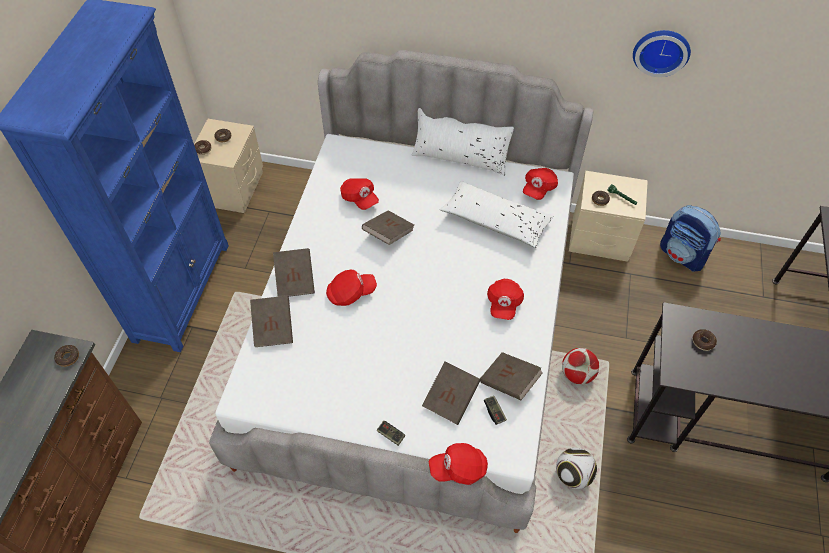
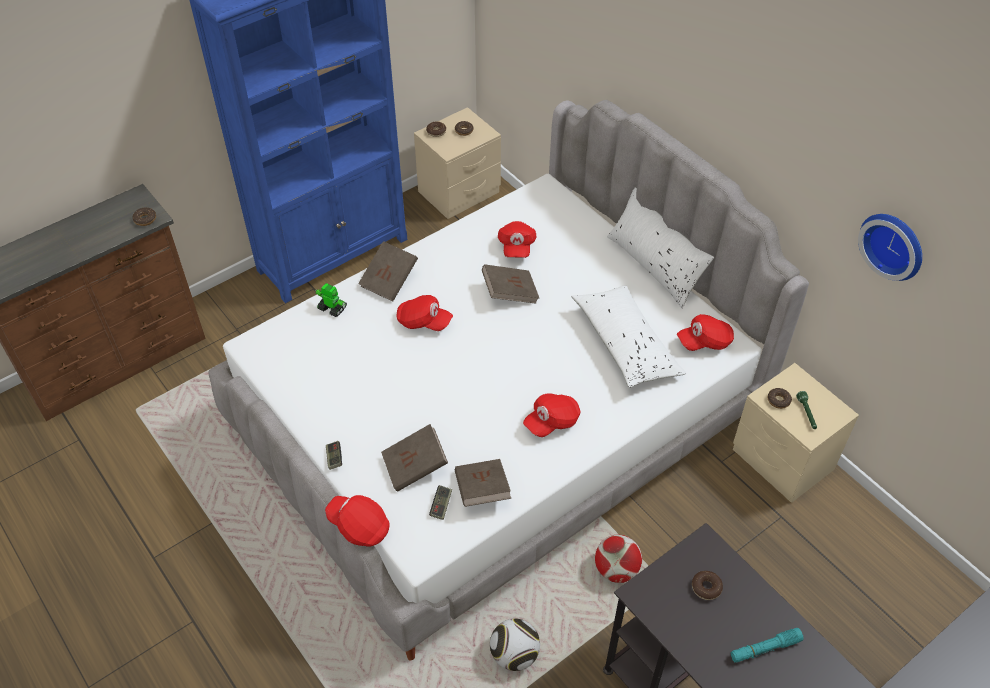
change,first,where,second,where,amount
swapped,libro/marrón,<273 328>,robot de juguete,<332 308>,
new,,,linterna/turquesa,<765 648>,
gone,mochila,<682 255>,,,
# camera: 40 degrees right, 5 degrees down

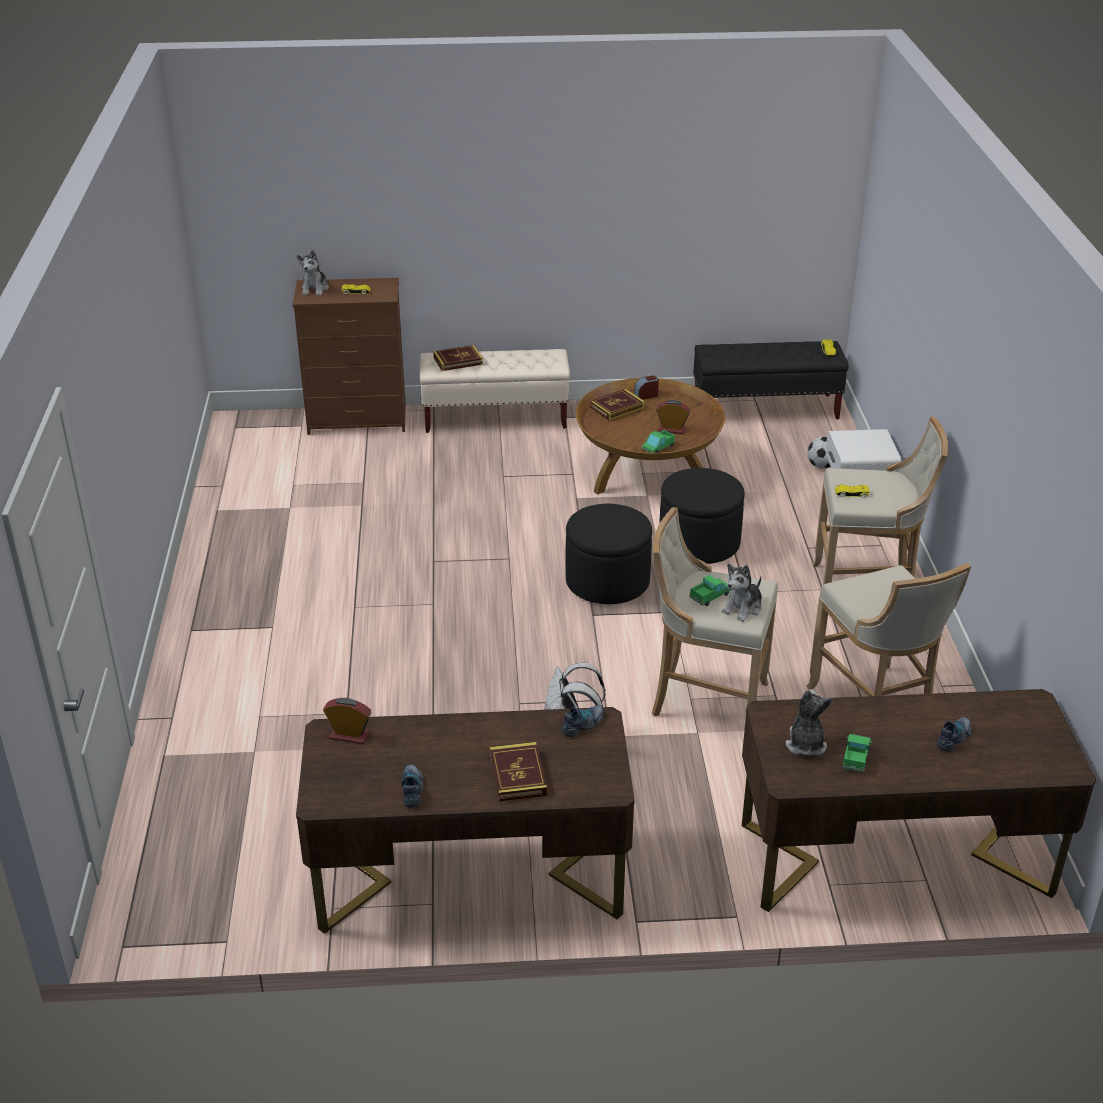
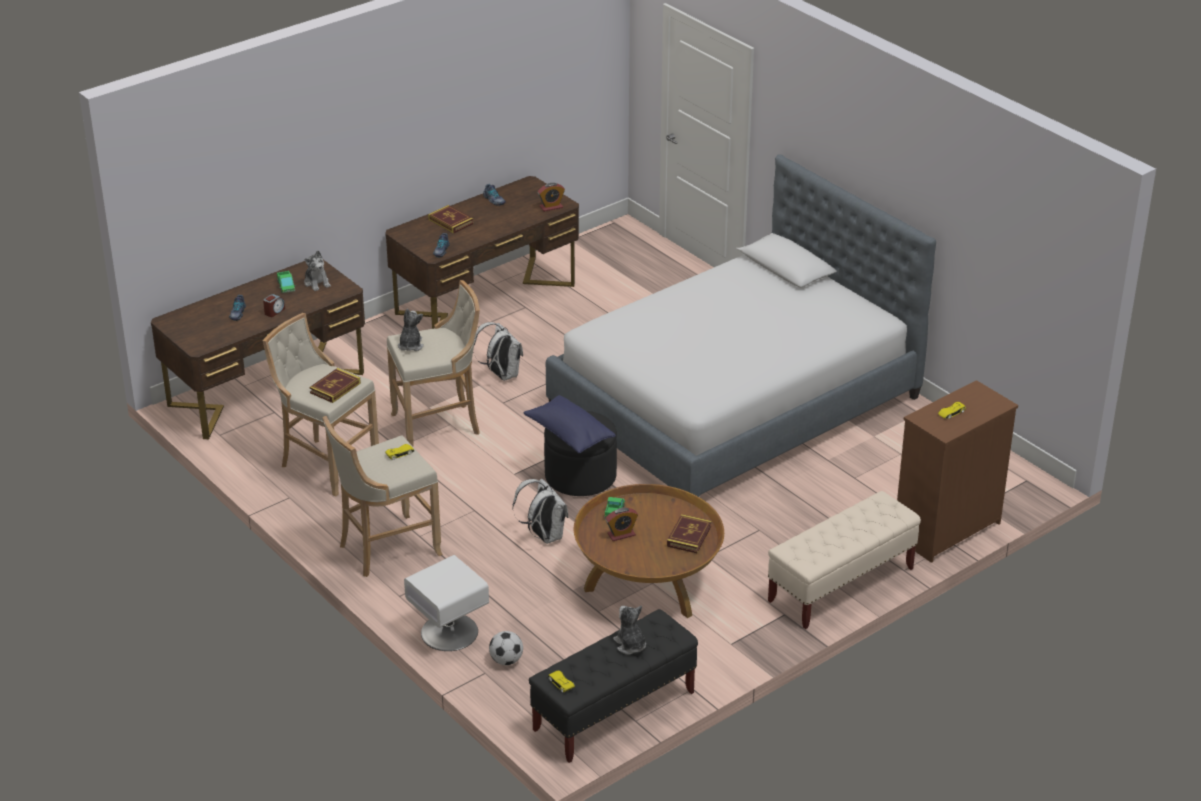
change,first,where,second,where,amount
shifted,despertador,<646 395>,,<274 311>,
shifted,libro,<458 361>,,<335 388>,
swapped,puf/negro,<699 543>,mochila/blanco,<544 536>,
new,,,cojín/azul,<569 434>,
new,,,cama,<735 403>,
shifted,peluche,<315 289>,,<630 645>,
gone,camión de juguete,<710 596>,,,
# camera: 145 degrees right, 0 degrees up

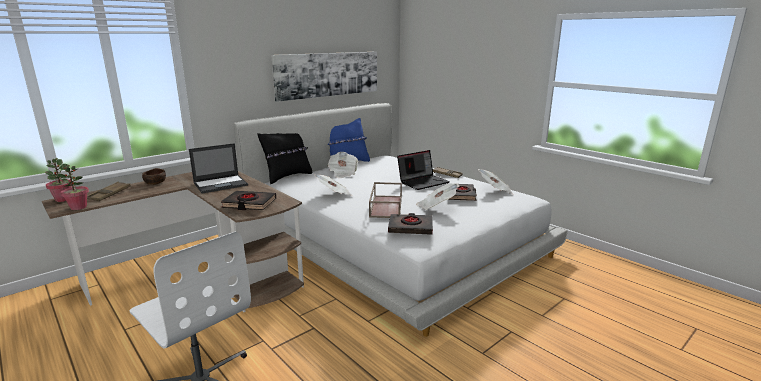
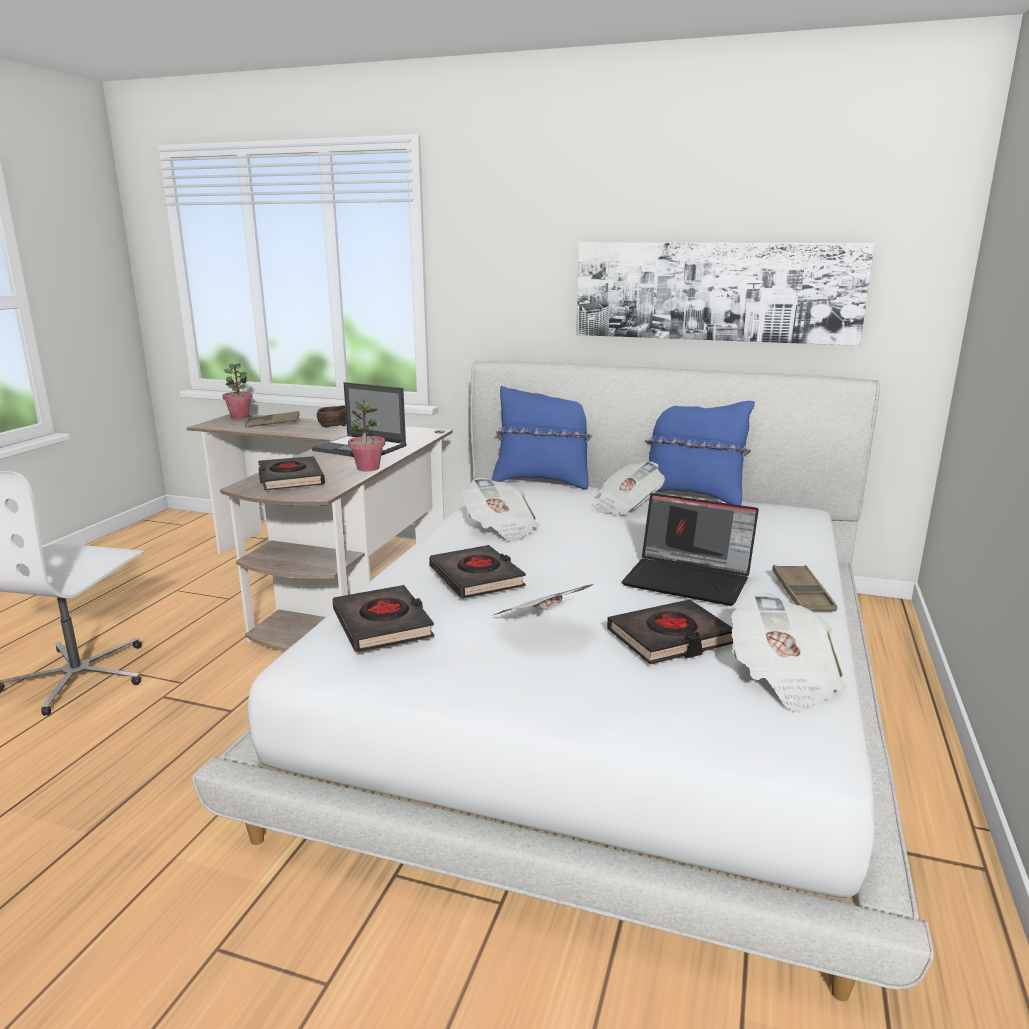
change,first,where,second,where,amount
shifted,planta en maceta,<78 207>,,<368 468>,
swapped,bandeja/marrón,<385 206>,libro/negro,<477 578>,
repainted,cojín/negro,<287 177>,cojín/azul,<542 481>,
# camera: 60 degrees right, 0 degrees up

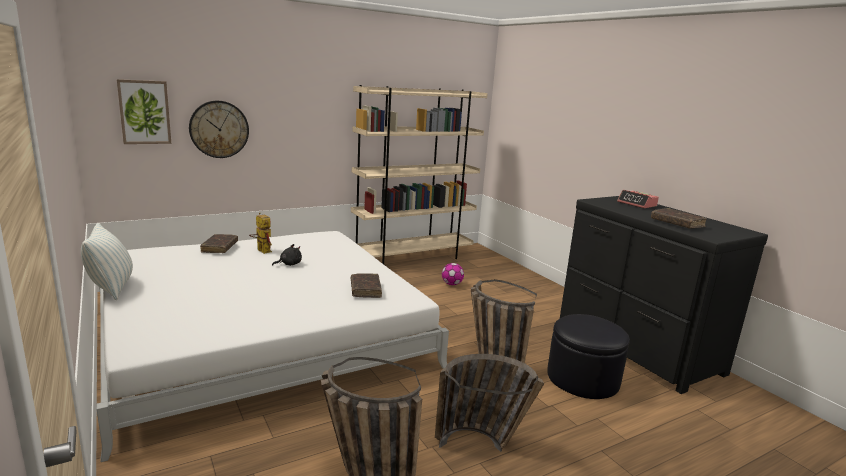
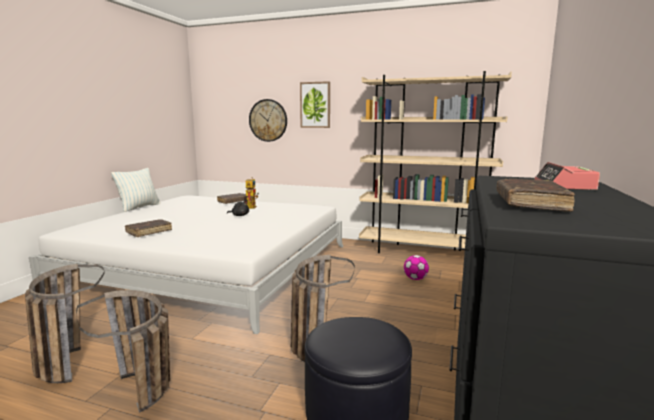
change,first,where,second,where,amount
shifted,libro/marrón,<365 290>,,<149 232>,
shifted,cuadro,<144 112>,,<315 105>,
# camera: 50 degrees right, 5 degrees down

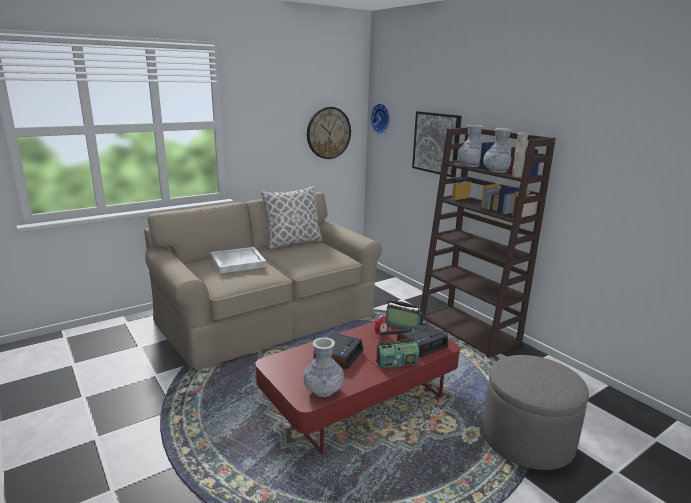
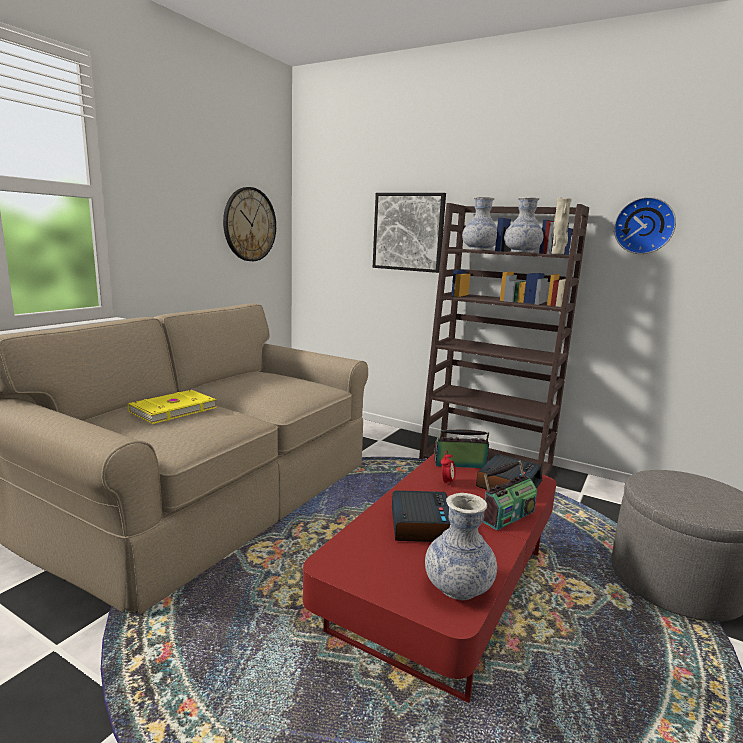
change,first,where,second,where,amount
swapped,bandeja/blanco,<237 262>,libro/amarillo,<172 409>,
shifted,reloj de pared,<382 119>,,<644 226>,
gone,cojín,<293 243>,,,
# camera: 25 degrees left, 5 degrees down

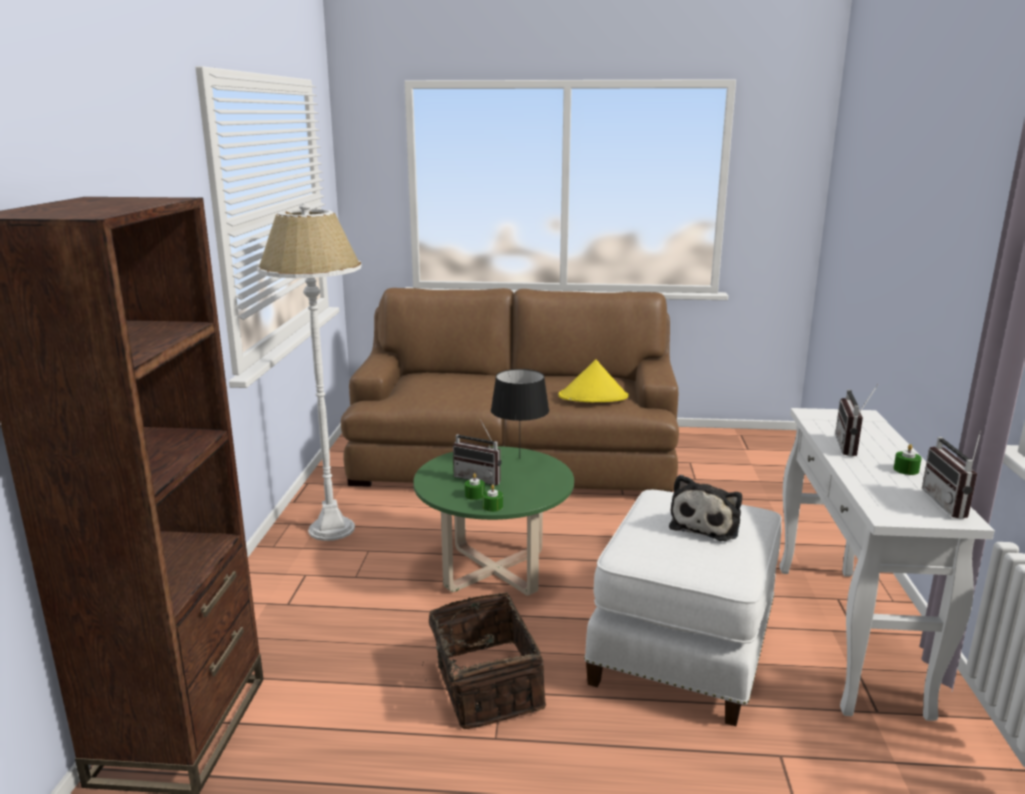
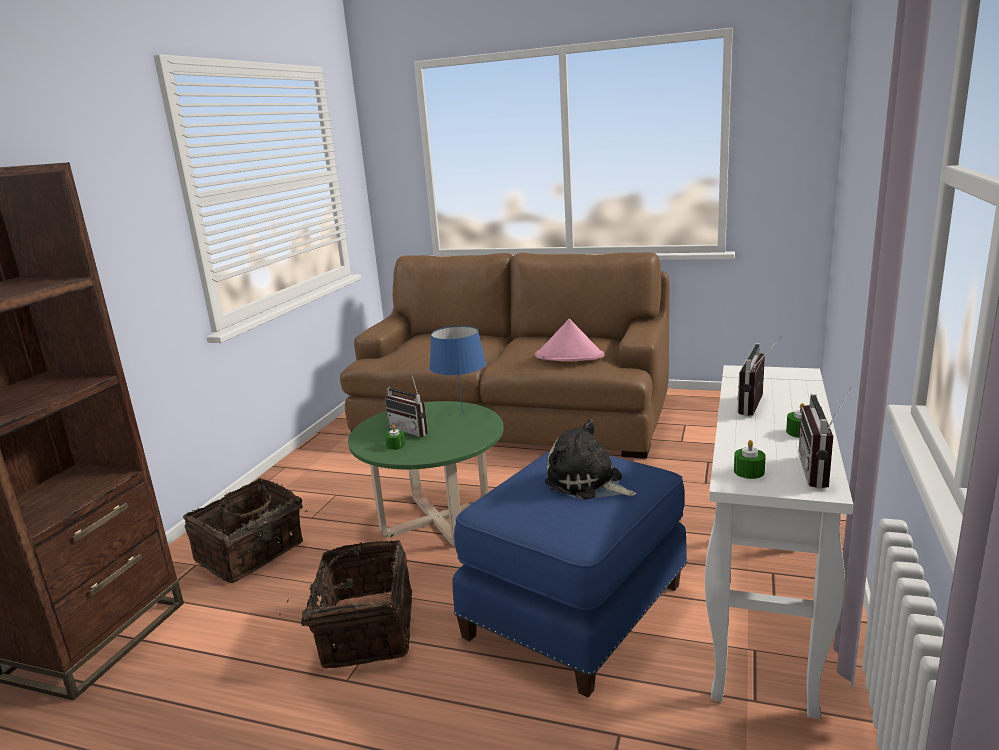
change,first,where,second,where,amount
new,,,cesta,<252 553>,
repainted,lámpara de mesa/negro,<520 458>,lámpara de mesa/azul,<463 413>,
repainted,puf/blanco,<684 650>,puf/azul,<577 612>,
repainted,sombrero/amarillo,<593 397>,sombrero/rosa,<569 356>,
rotated,peluche,<707 524>,,<587 483>,90 degrees clockwise
shifted,vela/verde,<492 506>,,<749 471>,
gone,lámpara de pie/blanco,<332 529>,,,
# camera: 15 degrees right, 0 degrees up

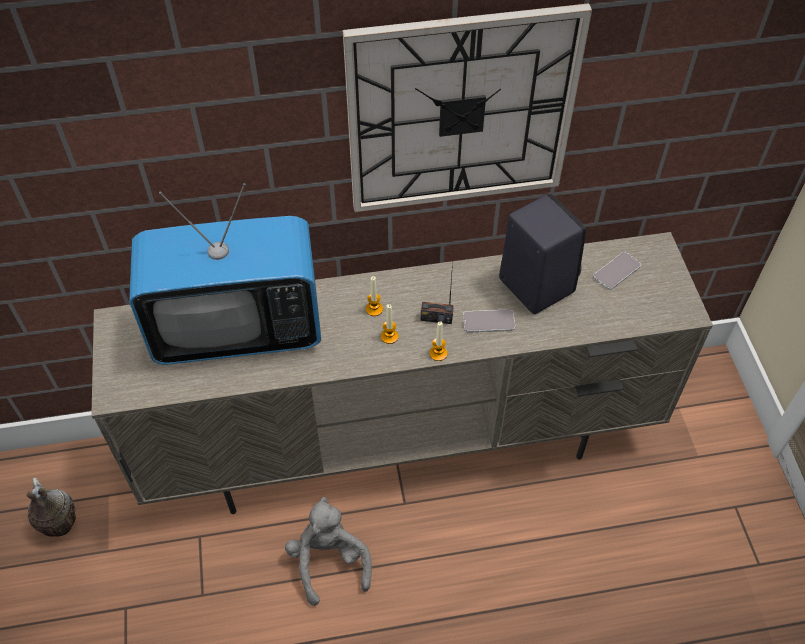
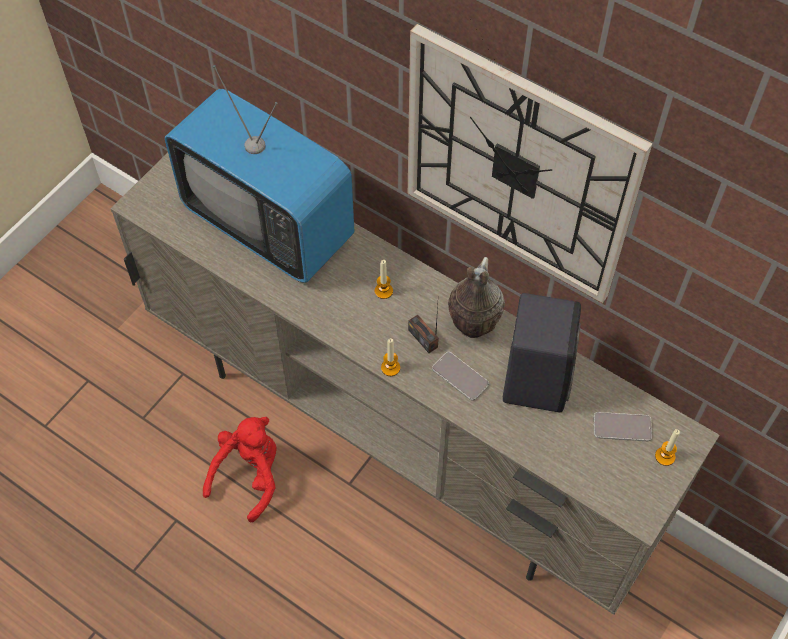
change,first,where,second,where,amount
repainted,peluche/gris,<329 561>,peluche/rojo,<249 475>,
shifted,florero,<60 527>,,<471 327>,
shifted,vela,<389 336>,,<665 456>,
# camera: 45 degrees right, 5 degrees up

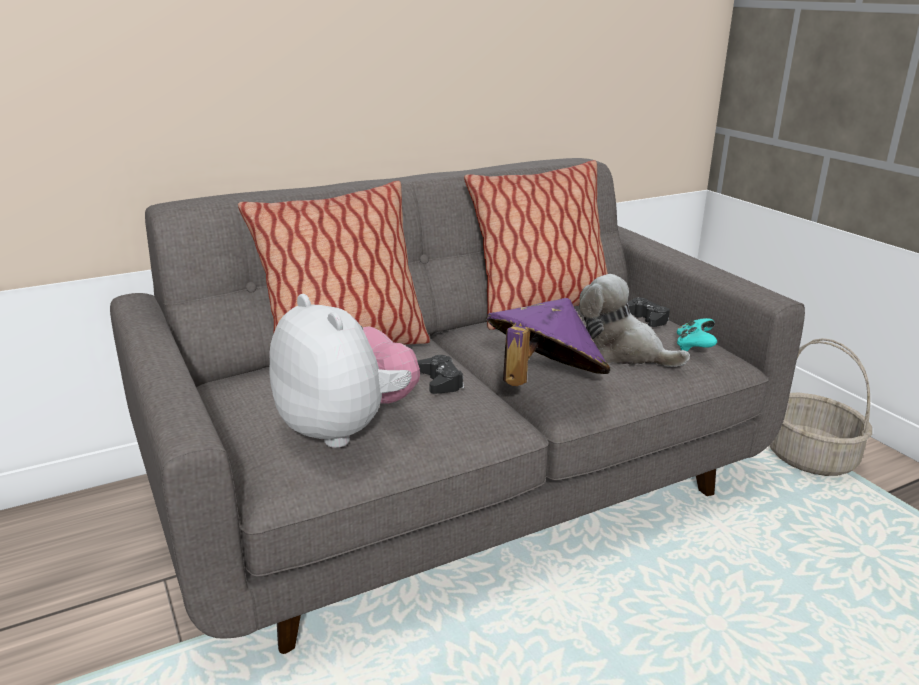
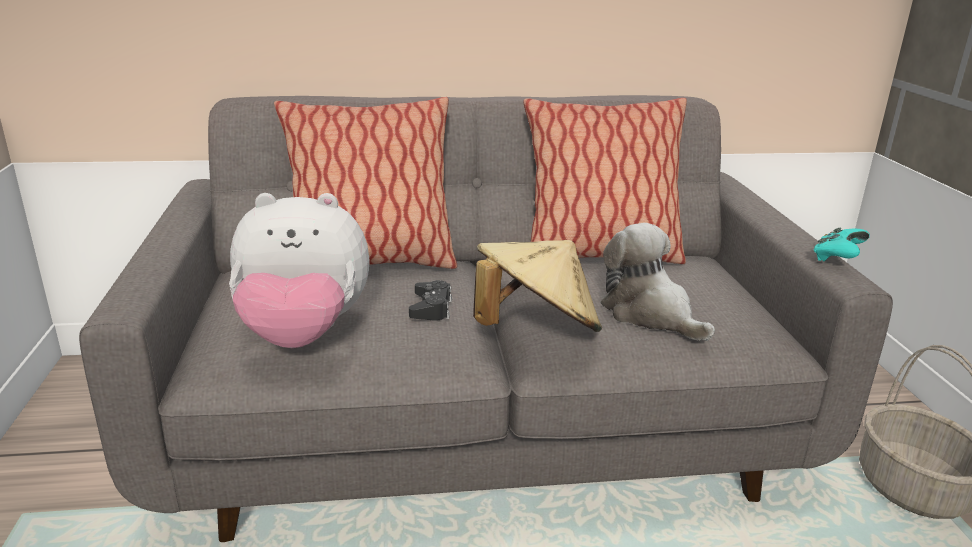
change,first,where,second,where,amount
rotated,peluche,<346 428>,,<303 335>,105 degrees clockwise
repainted,sombrero/morado,<543 382>,sombrero/beis,<535 328>,
shifted,mando de consola/turquesa,<694 347>,,<837 258>,
gone,mando de consola/negro,<645 318>,,,
# camera: 20 degrees right, 0 degrees up

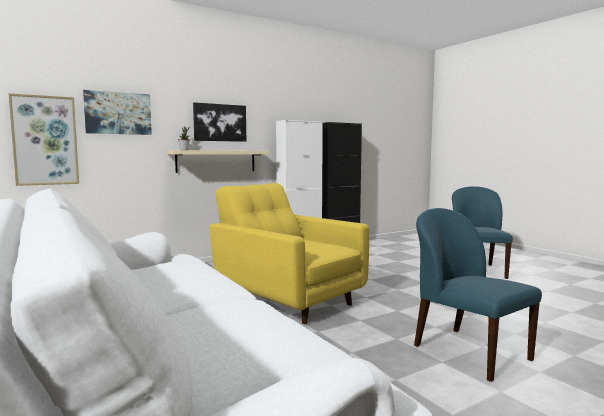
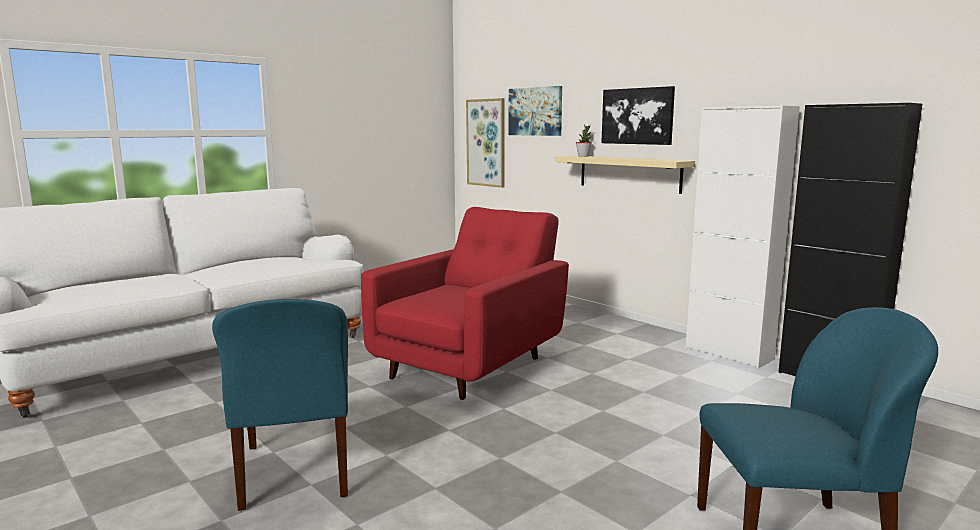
change,first,where,second,where,amount
rotated,silla/azul,<469 352>,,<296 472>,120 degrees clockwise
repainted,sillón/amarillo,<287 300>,sillón/rojo,<471 364>,
# camera: 80 degrees right, 5 degrees up

